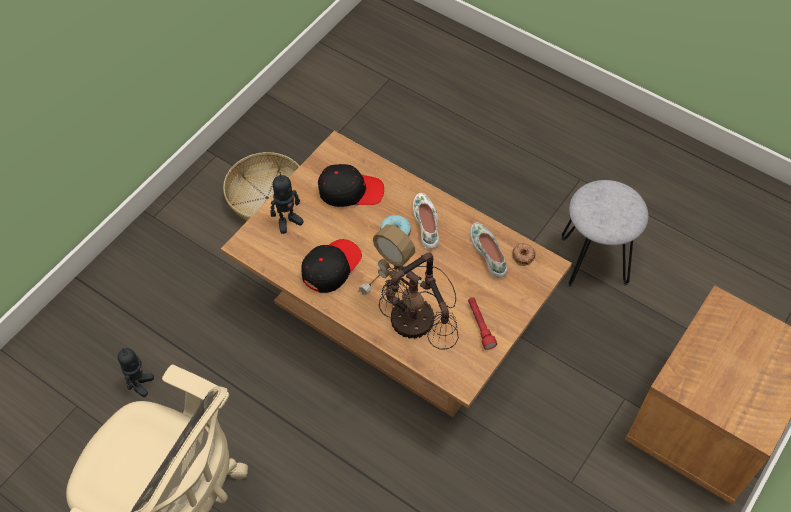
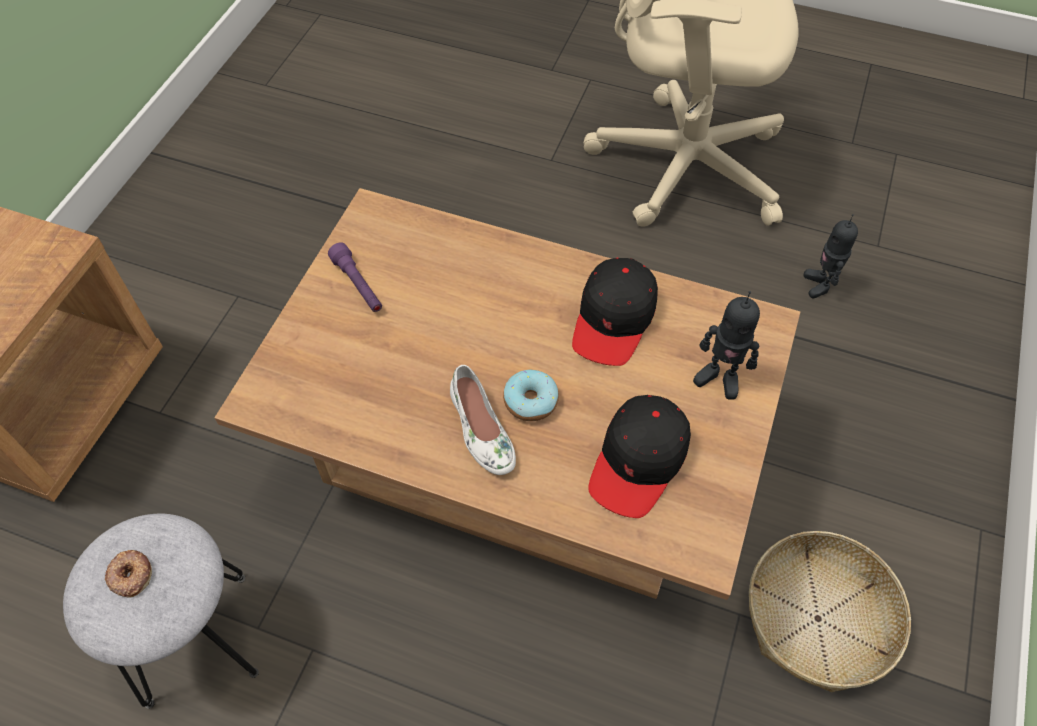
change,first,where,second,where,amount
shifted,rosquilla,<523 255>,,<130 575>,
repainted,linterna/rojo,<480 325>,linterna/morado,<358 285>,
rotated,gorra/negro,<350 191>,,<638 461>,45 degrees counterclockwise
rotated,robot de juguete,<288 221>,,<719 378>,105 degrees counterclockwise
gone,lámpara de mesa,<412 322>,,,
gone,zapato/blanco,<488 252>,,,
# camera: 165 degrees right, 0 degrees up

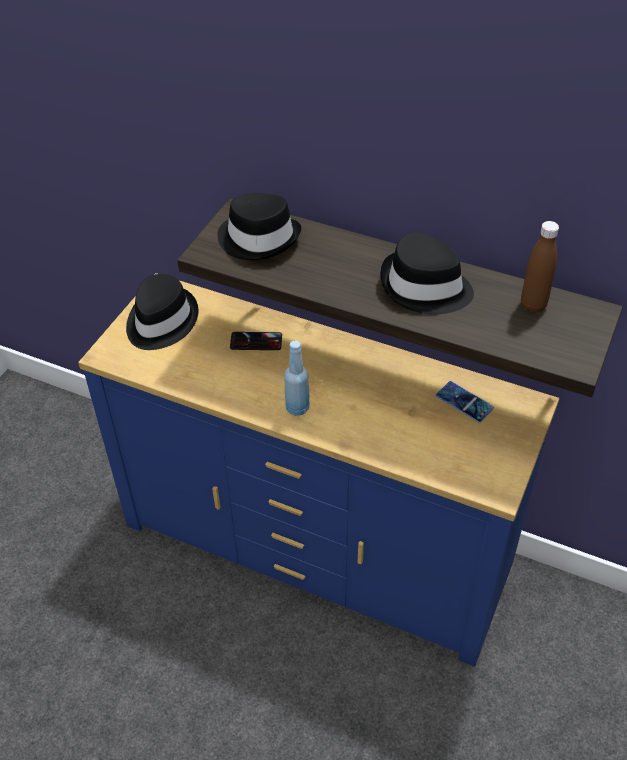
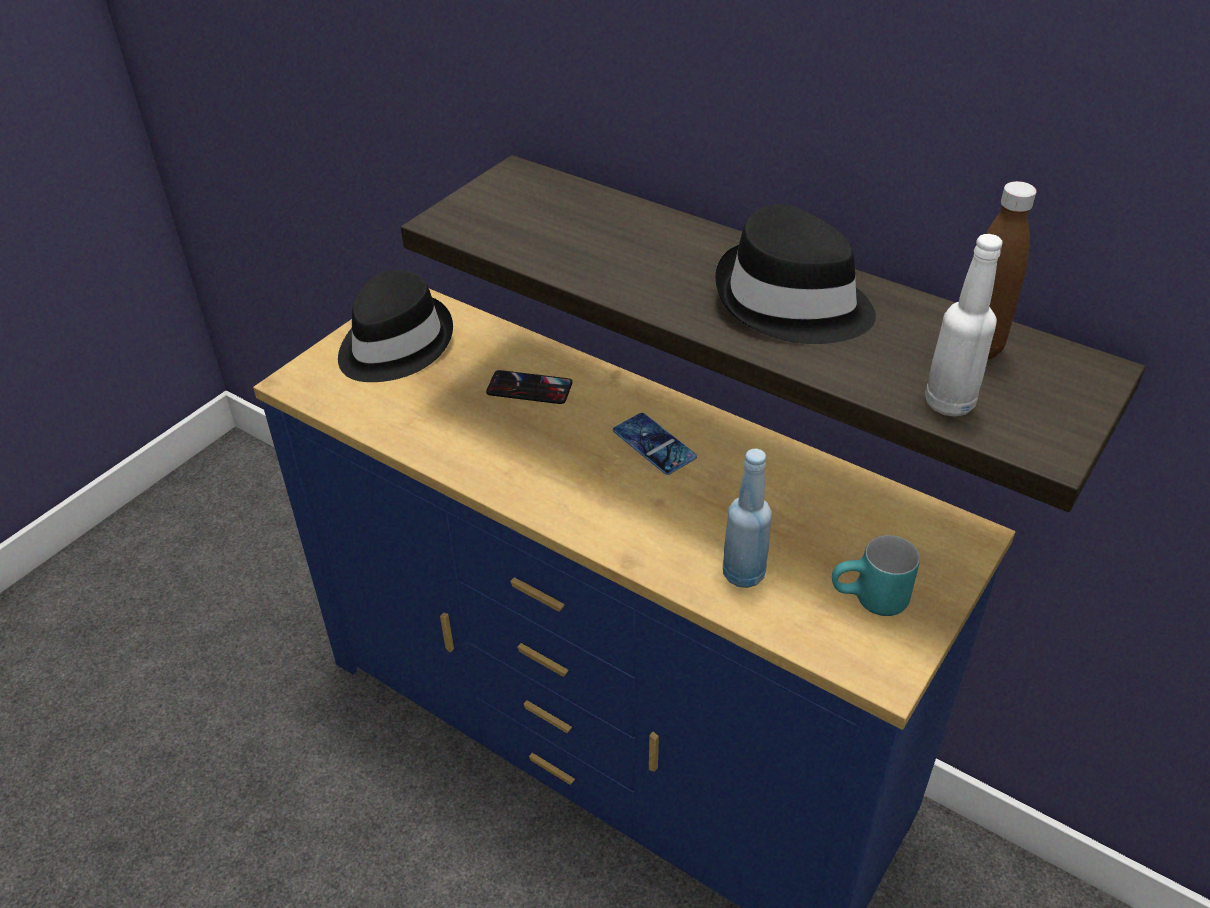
change,first,where,second,where,amount
shifted,móvil,<464 402>,,<654 444>,
shifted,botella/azul,<297 408>,,<743 574>,
new,,,taza grande/turquesa,<870 602>,
new,,,botella/blanco,<949 403>,
gone,sombrero/negro,<259 238>,,,
# camera: 10 degrees right, 5 degrees down

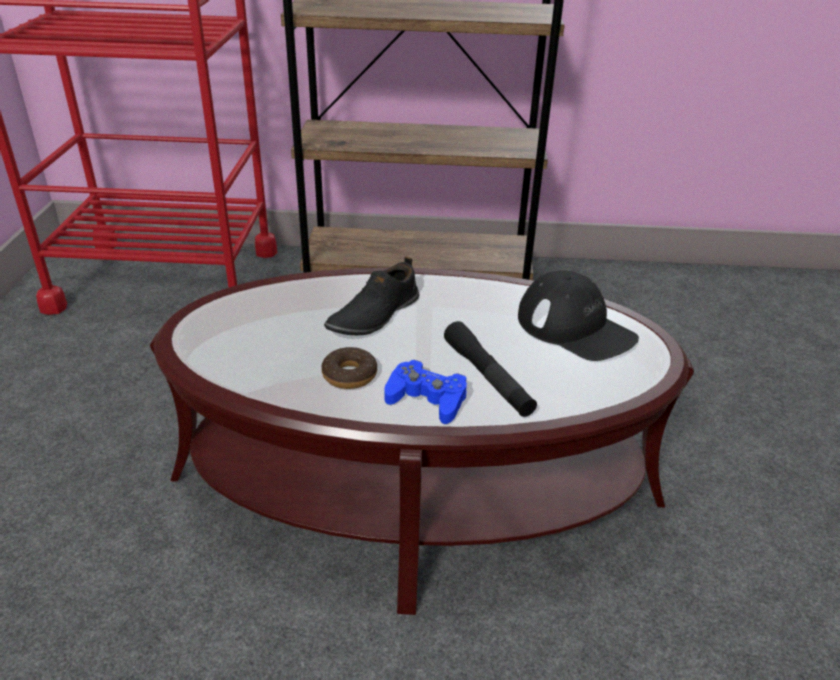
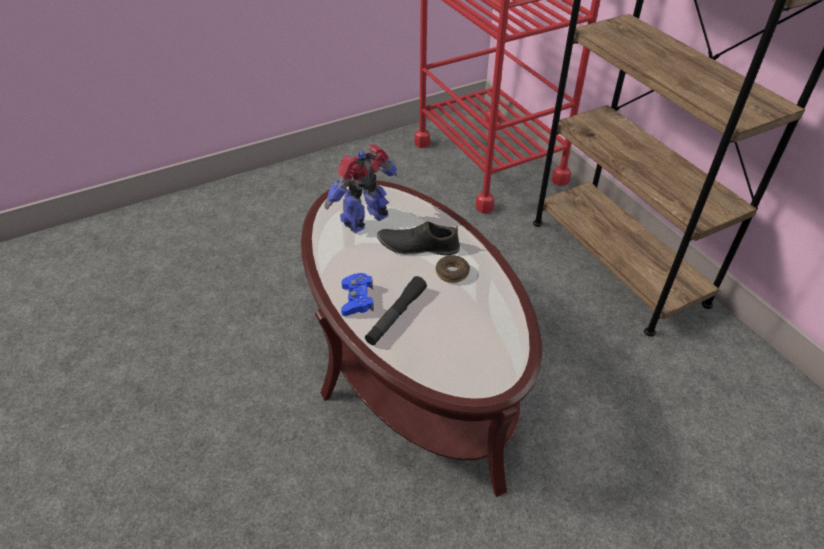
change,first,where,second,where,amount
new,,,robot de juguete,<366 220>,
shifted,rosquilla,<349 375>,,<452 273>,
gone,gorra/negro,<575 328>,,,
# camera: 60 degrees right, 10 degrees up

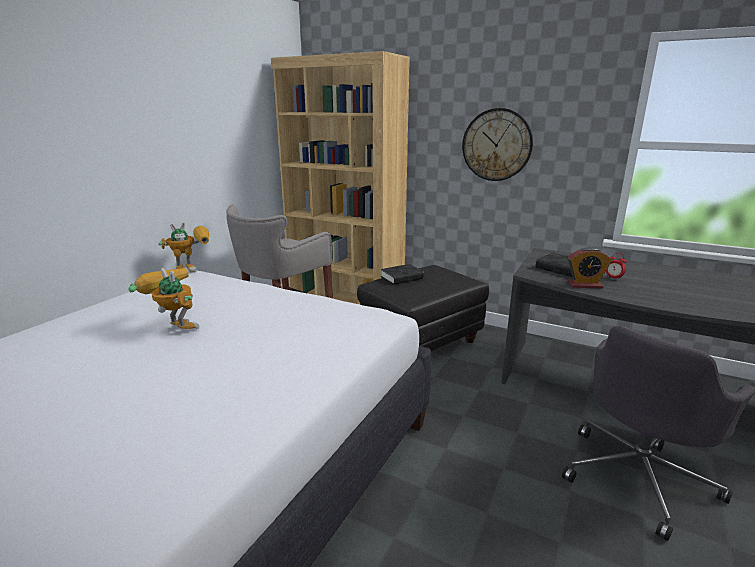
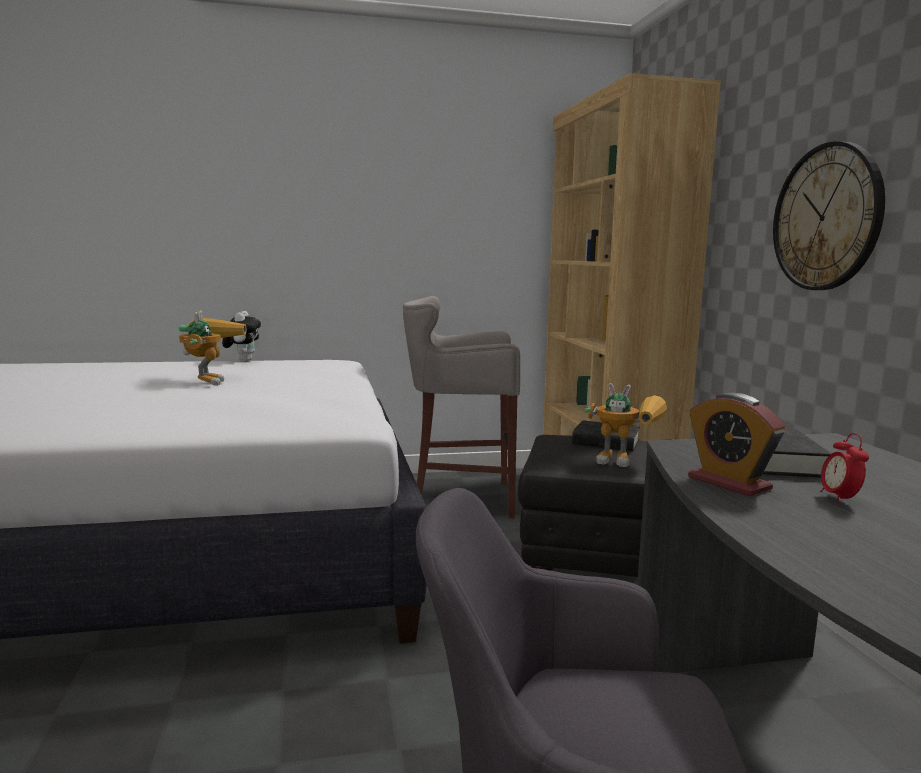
change,first,where,second,where,amount
new,,,peluche,<243 360>,
shifted,robot de juguete,<193 269>,,<627 462>,
# camera: 50 degrees right, 10 degrees down

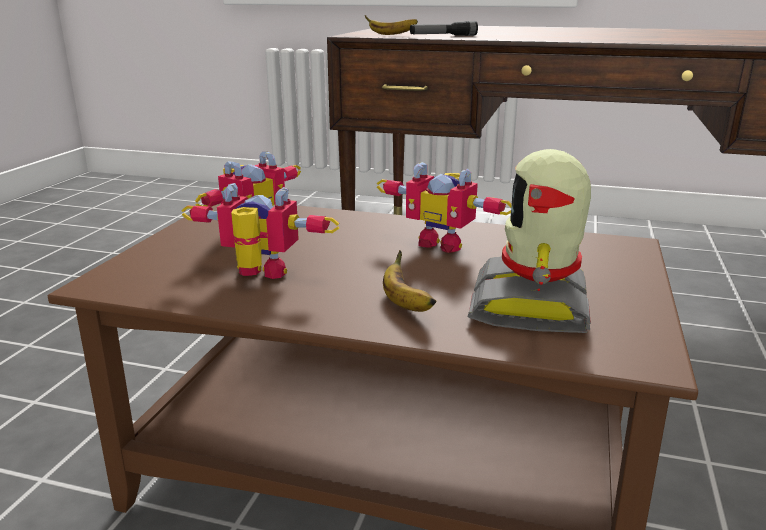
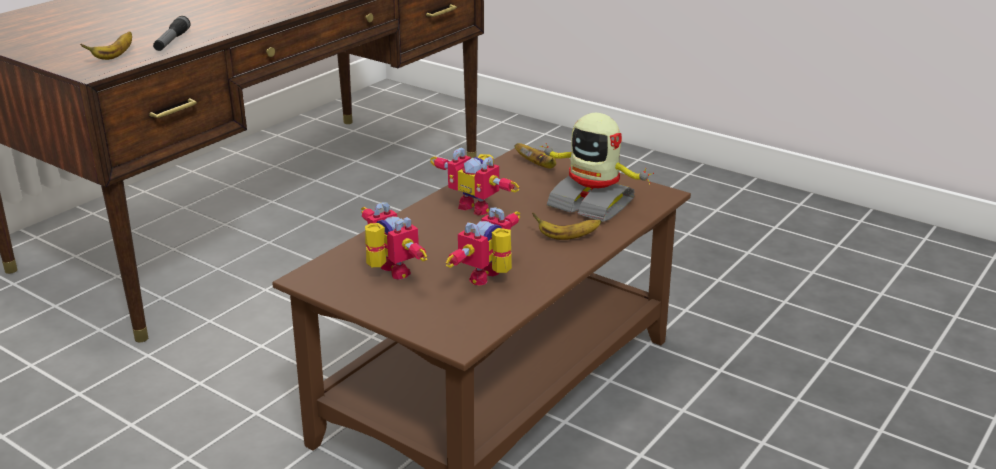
change,first,where,second,where,amount
rotated,robot de juguete,<443 243>,,<477 206>,75 degrees clockwise
new,,,plátano,<537 165>,
# camera: 70 degrees left, 5 degrees up

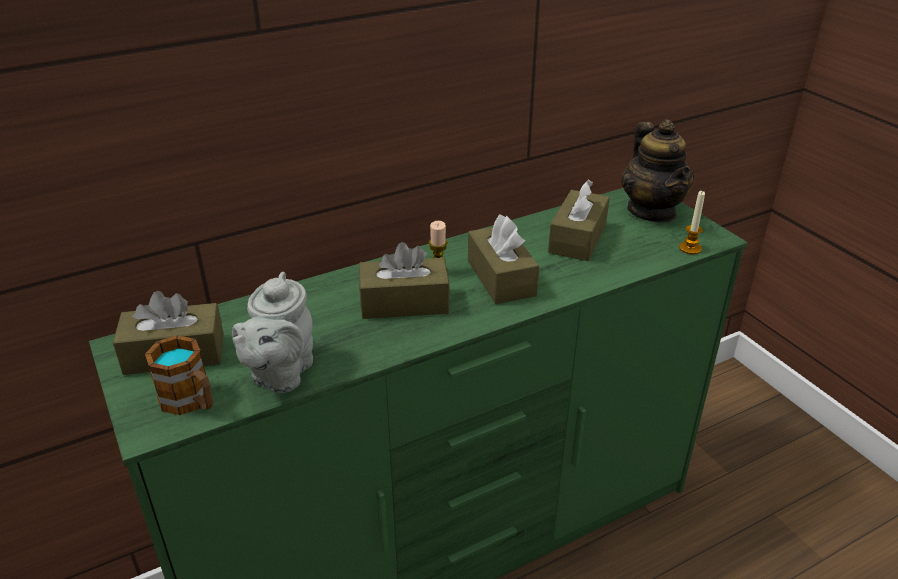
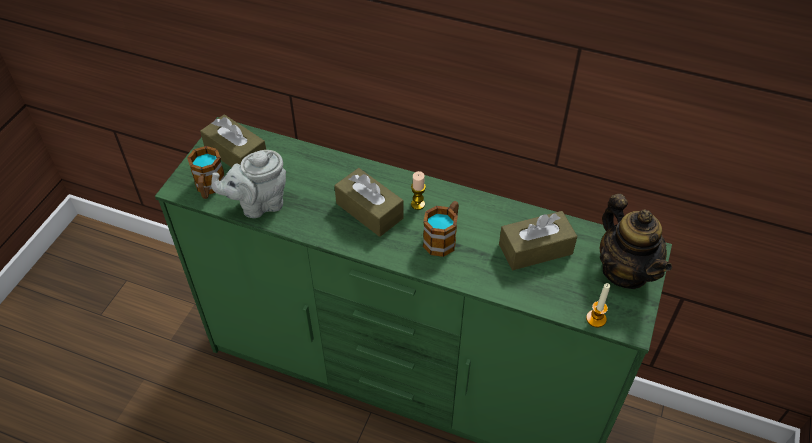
change,first,where,second,where,amount
swapped,caja de pañuelos/marrón,<501 278>,taza grande,<443 238>,
rotated,tetera,<652 211>,,<625 271>,60 degrees counterclockwise
# camera: 50 degrees right, 15 degrees up

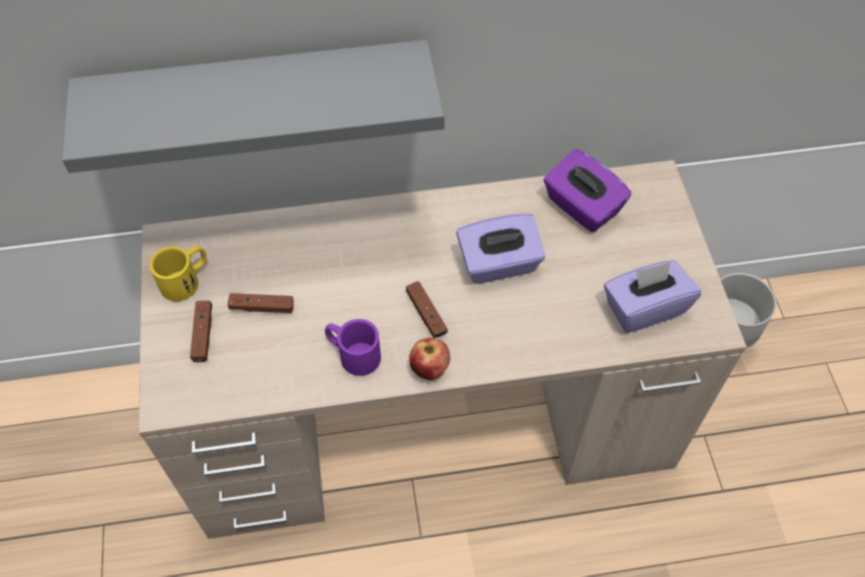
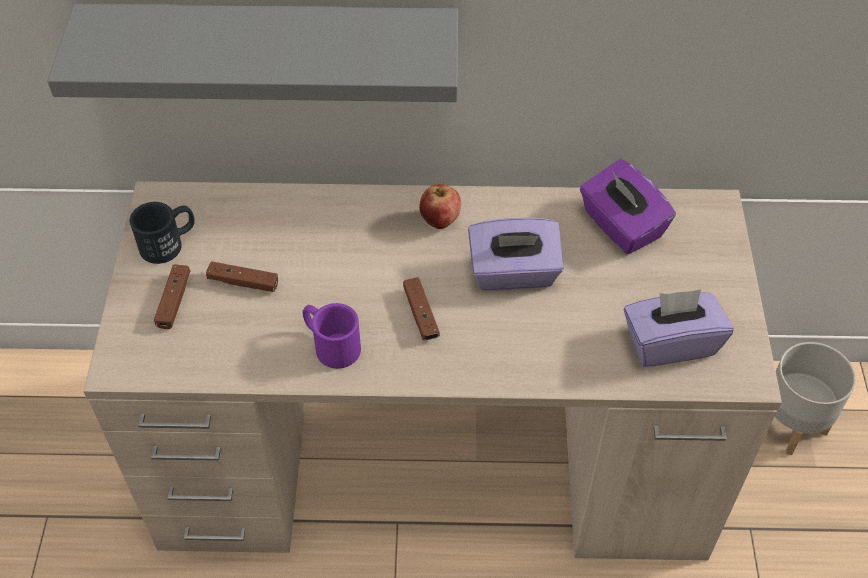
change,first,where,second,where,amount
repainted,taza grande/amarillo,<186 280>,taza grande/negro,<169 243>,
shifted,manzana,<429 369>,,<440 221>,
# camera: 10 degrees right, 5 degrees down

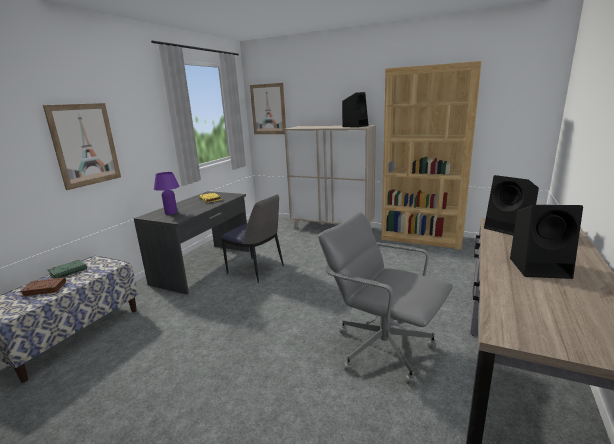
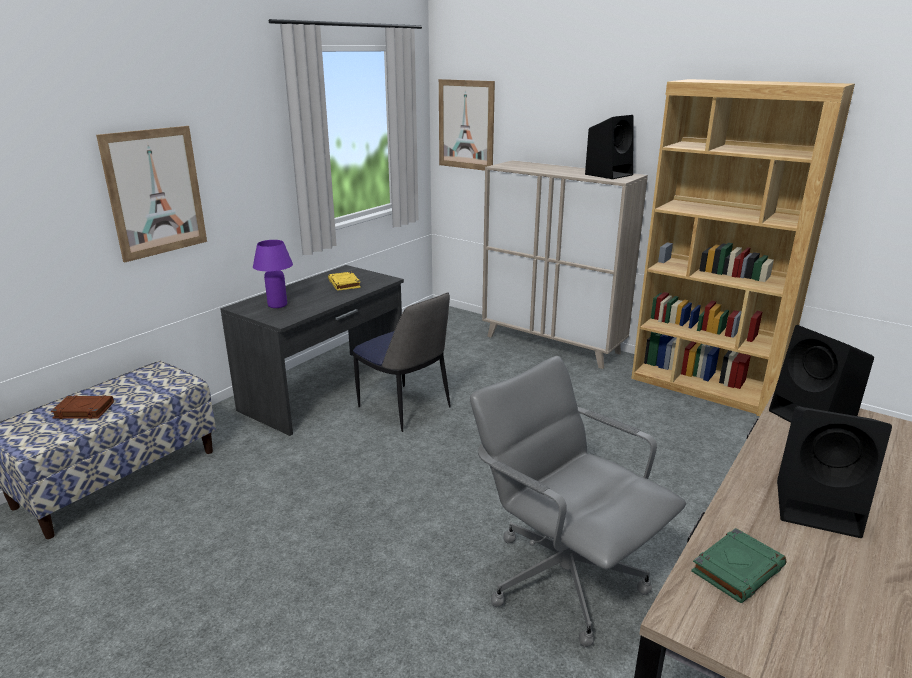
change,first,where,second,where,amount
shifted,libro/verde,<68 271>,,<737 569>,
# camera: 10 degrees right, 5 degrees up

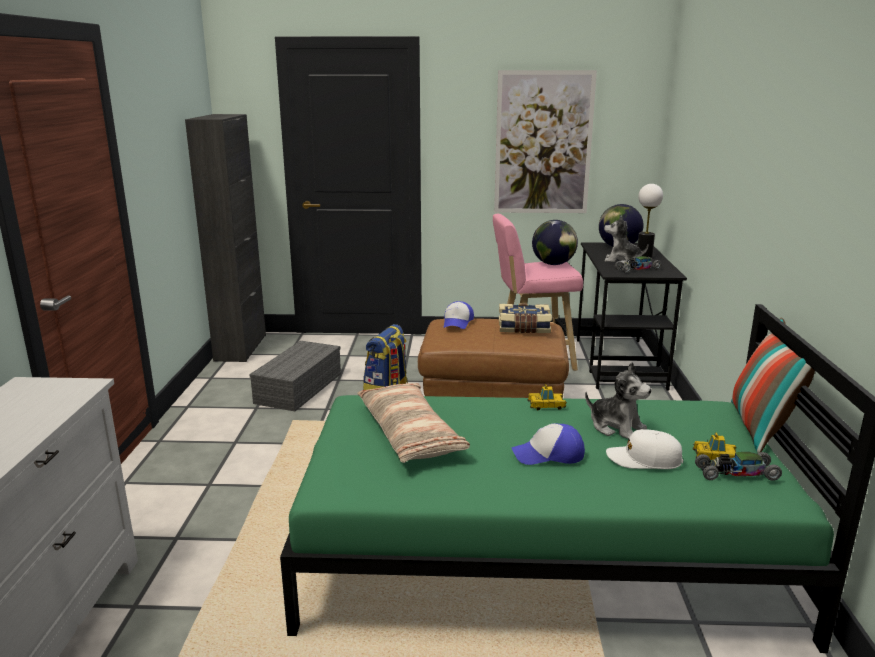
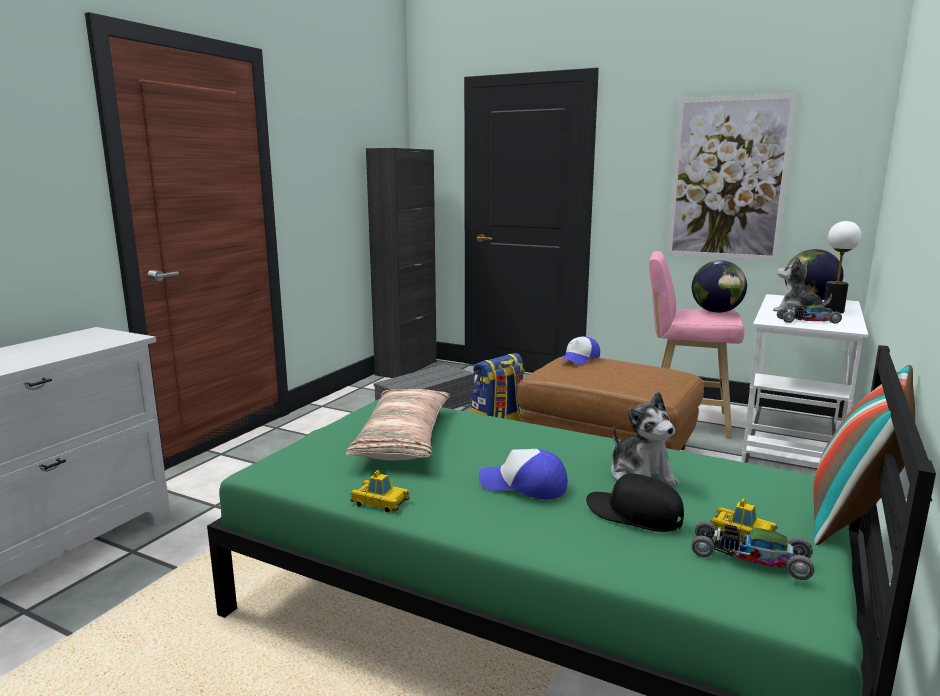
change,first,where,second,where,amount
shifted,coche de juguete,<546 405>,,<380 502>,
repainted,gorra/blanco,<644 459>,gorra/negro,<634 514>,
repainted,escritorio/negro,<619 363>,escritorio/blanco,<792 440>,
gone,libro,<524 328>,,,
# camera: 25 degrees right, 5 degrees down

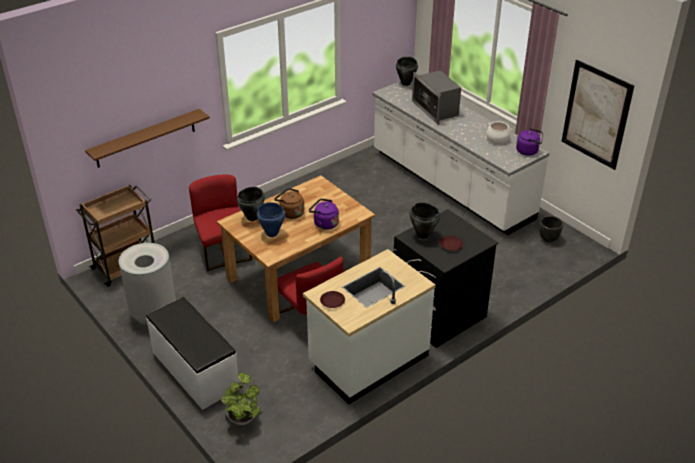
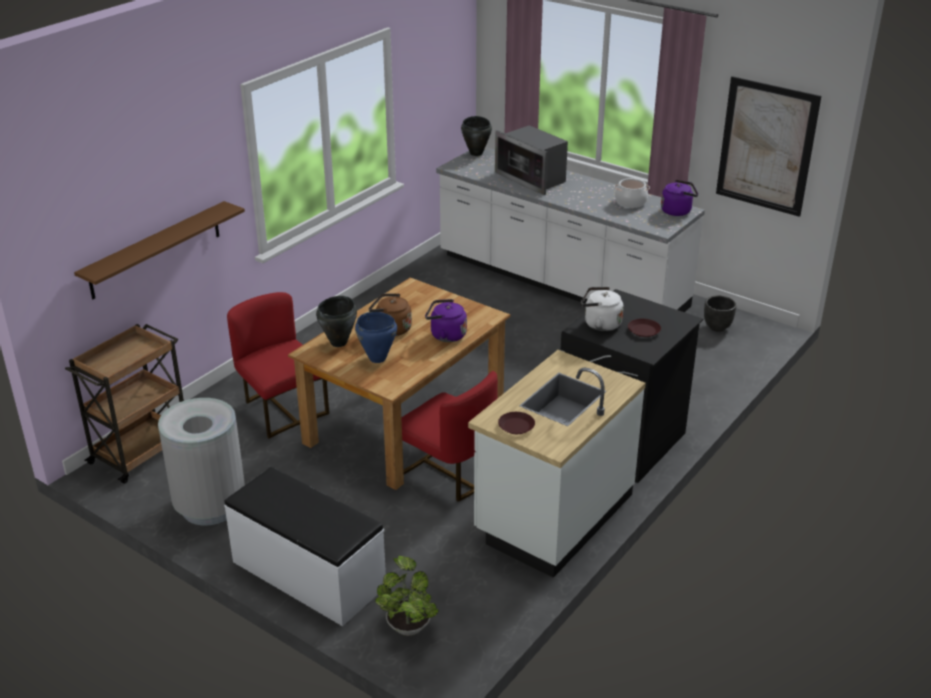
change,first,where,second,where,amount
swapped,olla/negro,<423 235>,hervidor/blanco,<600 324>,
# camera: 15 degrees left, 5 degrees down

